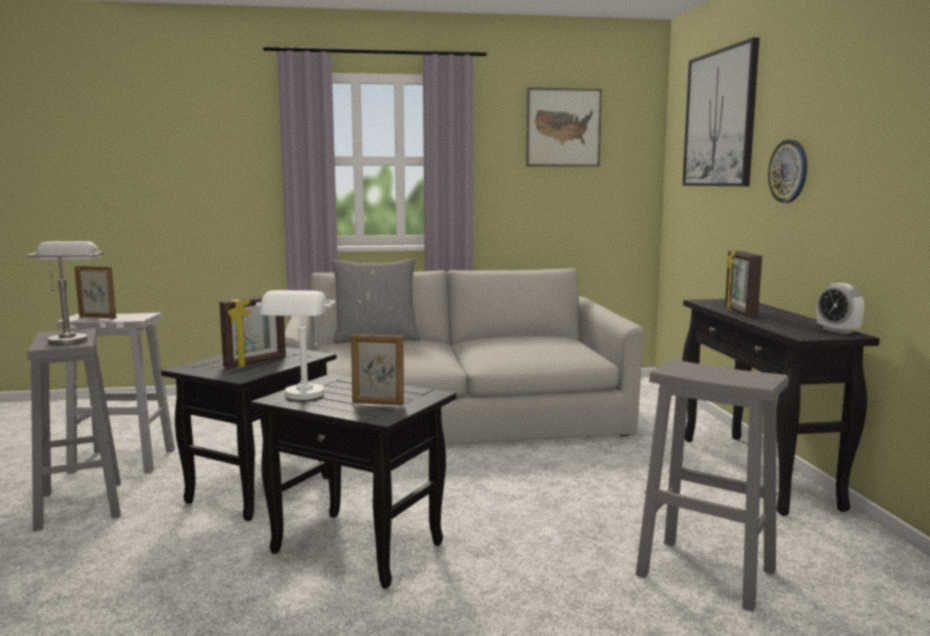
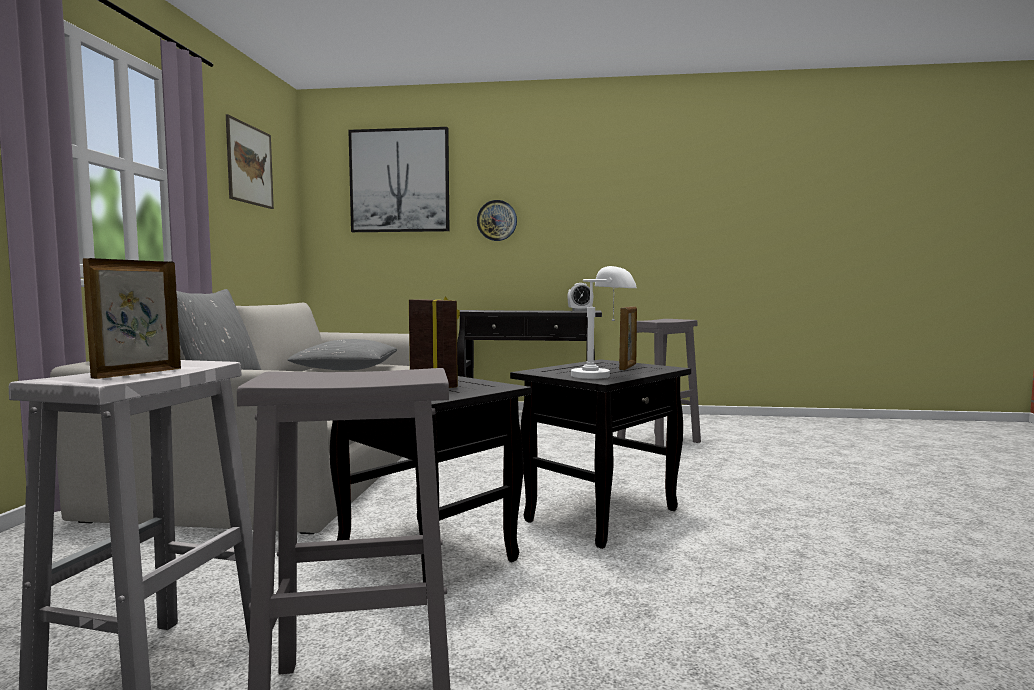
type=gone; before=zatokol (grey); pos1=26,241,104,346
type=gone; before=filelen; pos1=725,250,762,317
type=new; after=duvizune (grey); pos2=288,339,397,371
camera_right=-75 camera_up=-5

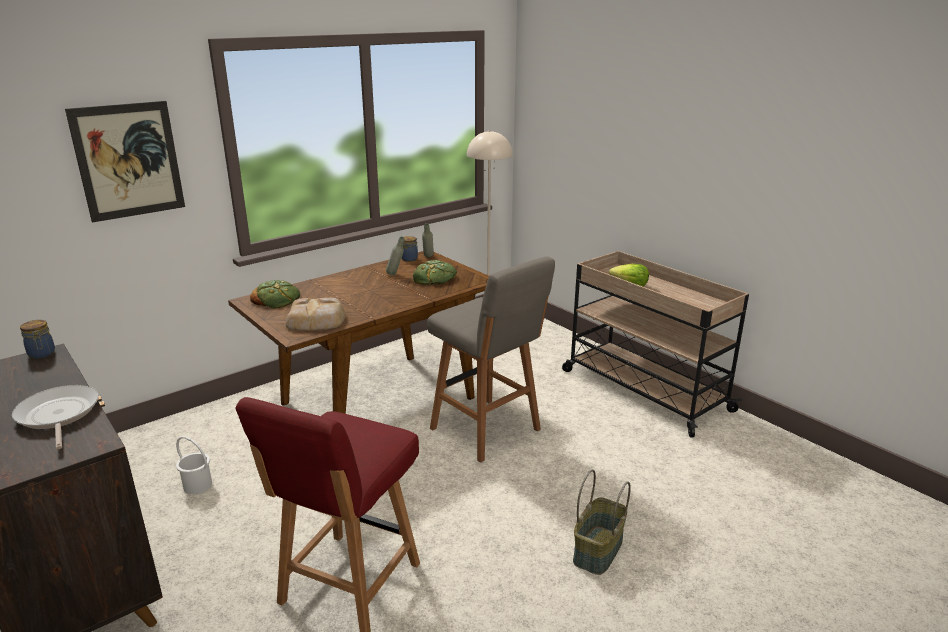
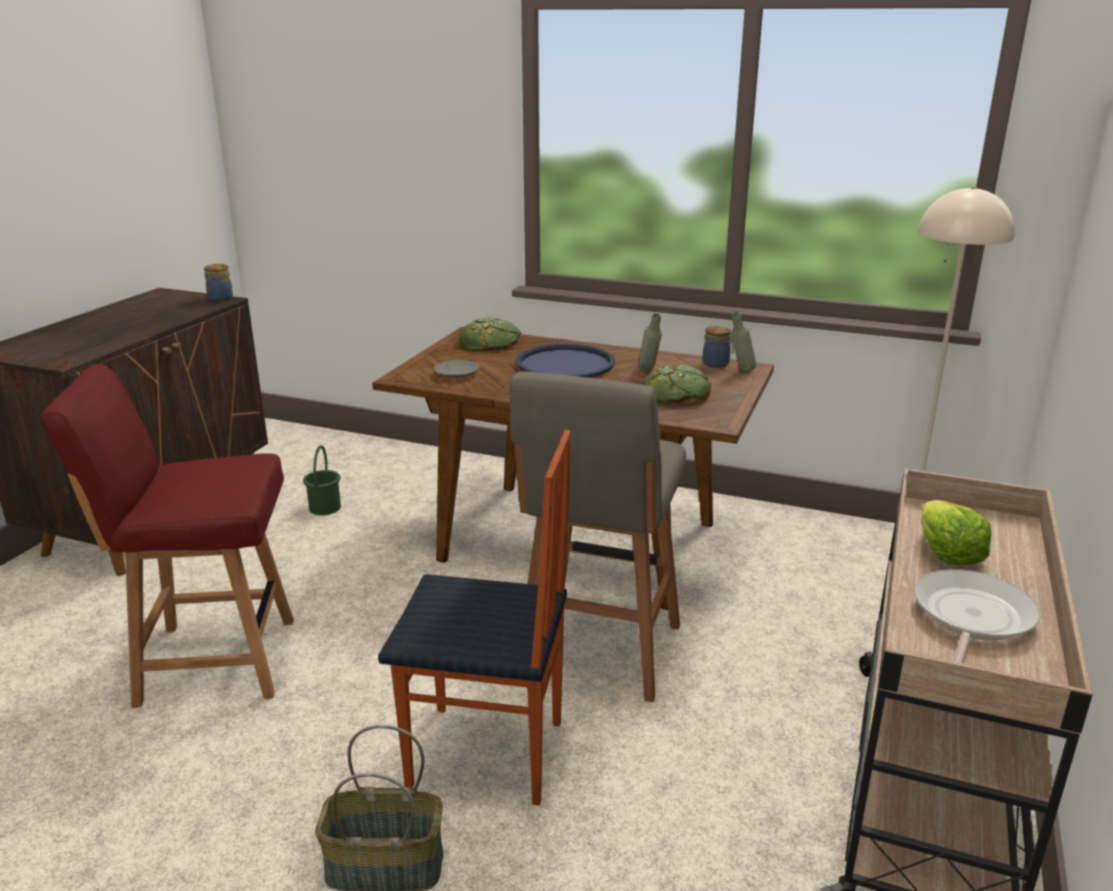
type=shifted; before=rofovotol; pos1=12,385,99,449; pos2=914,569,1040,663
type=gone; before=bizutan; pos1=65,101,185,222
type=repainted; before=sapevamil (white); after=sapevamil (green); pos1=176,436,212,494; pos2=303,445,341,515
type=swapped; before=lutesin; after=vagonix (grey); pos1=286,298,346,331; pos2=434,360,480,378
type=new; after=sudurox; pos2=378,430,571,806
type=new; after=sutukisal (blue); pos2=515,343,615,378
camera_right=60 camera_up=0

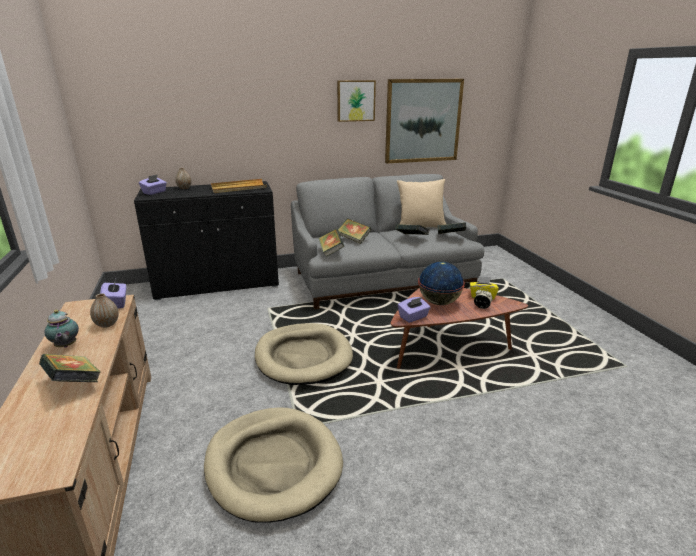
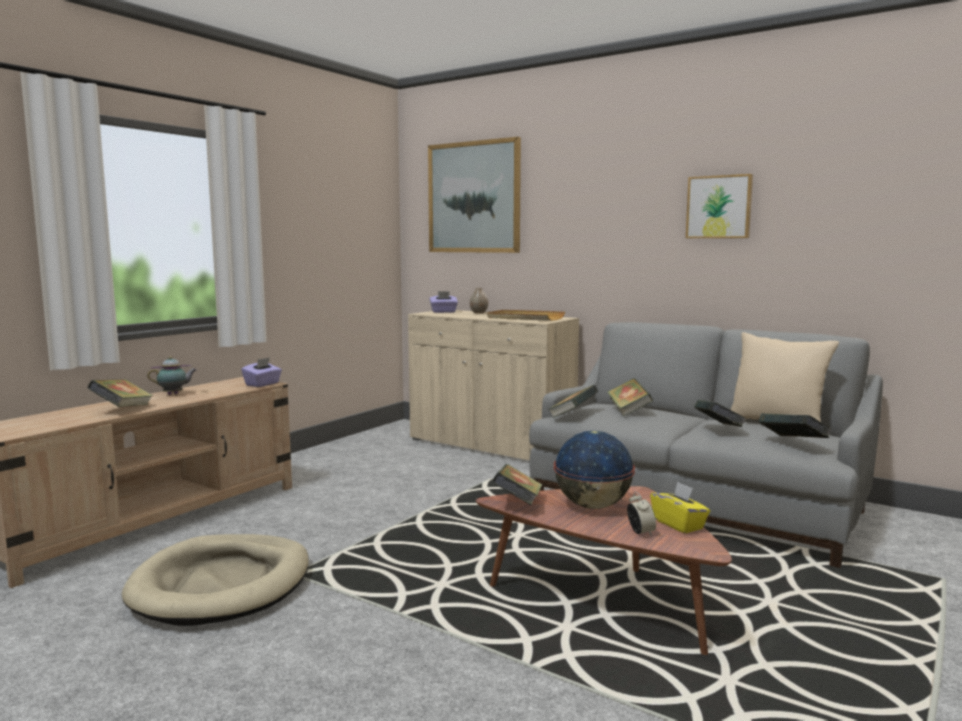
type=rotated; before=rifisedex; pos1=45,310,79,348; pos2=147,356,196,395; turn=-135
type=gone; before=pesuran; pos1=90,293,119,328
type=repainted; before=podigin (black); after=podigin (beige); pos1=134,181,279,301; pos2=408,310,579,460
type=gone; before=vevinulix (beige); pos1=255,323,353,385
type=shifted; before=bizutan; pos1=385,79,464,164; pos2=428,137,521,253
type=swapped; before=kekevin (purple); after=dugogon; pos1=398,297,431,323; pos2=492,464,542,505
camera_right=50 camera_up=-15

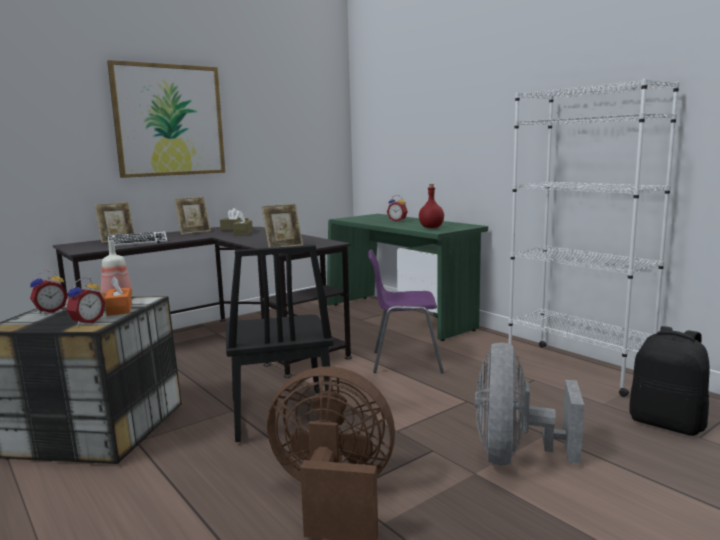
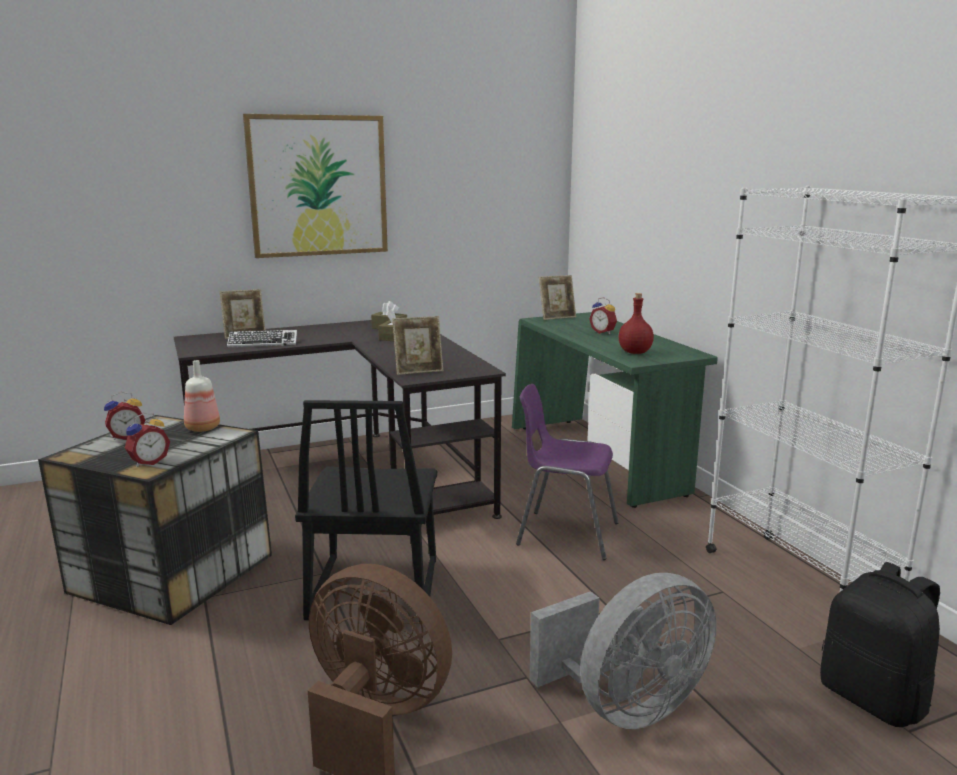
type=gone; before=kekevin (orange); pos1=105,277,132,316
type=shifted; before=filelen; pos1=174,197,211,235; pos2=539,275,576,320
type=rotated; before=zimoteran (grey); pos1=475,342,584,465; pos2=530,573,717,729; turn=-150
camera_right=15 camera_up=5

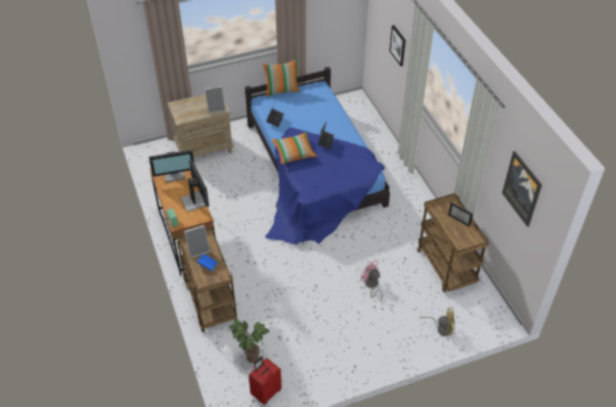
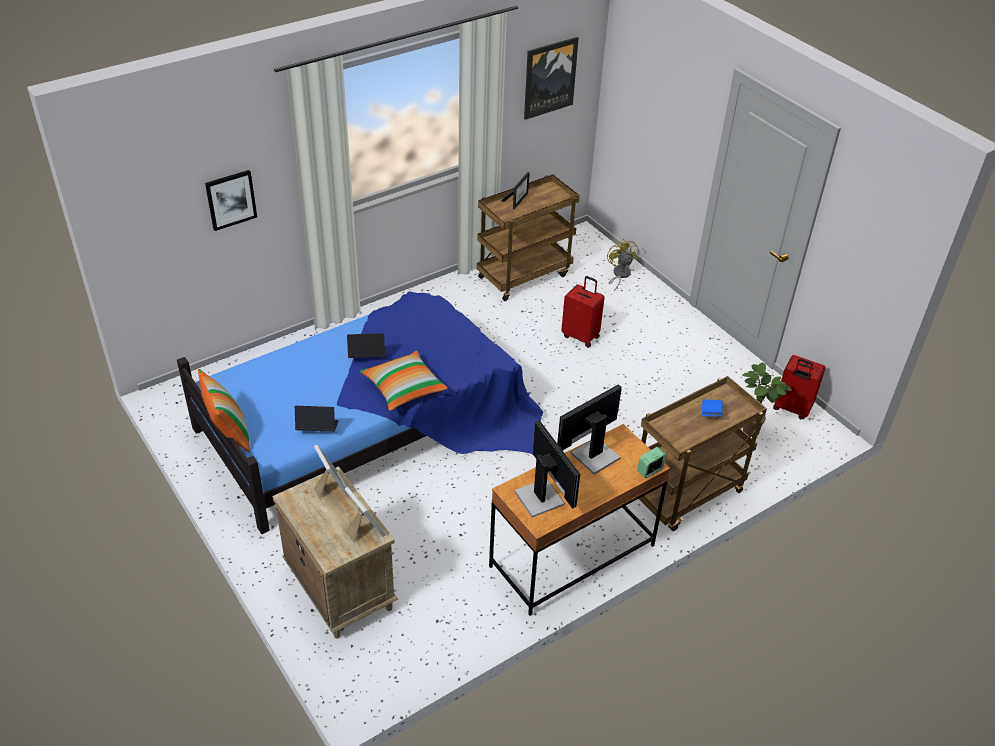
type=shifted; before=filelen; pos1=184,225,210,258; pos2=345,487,385,543
type=swapped; before=zimoteran (pink); after=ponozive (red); pos1=361,259,383,302; pos2=561,276,605,348
camera_right=-105 camera_up=-5

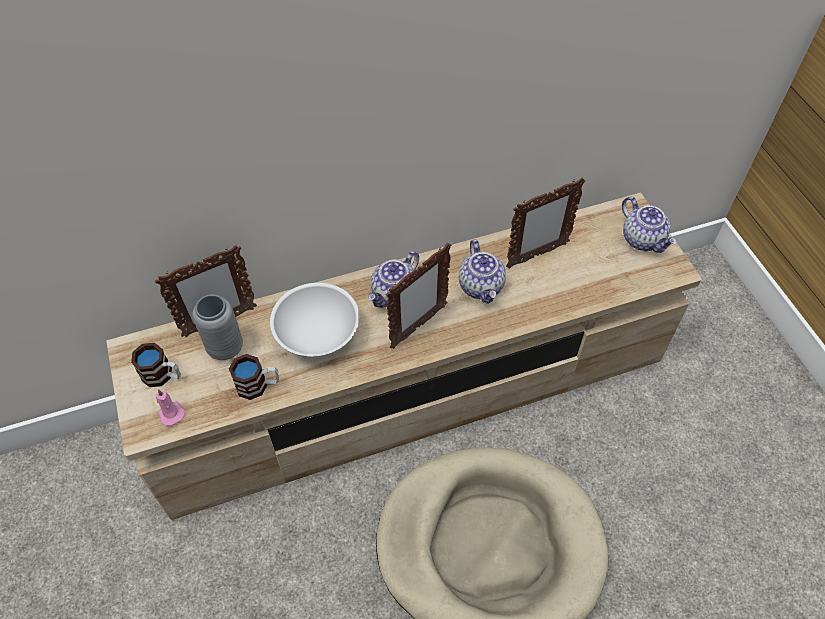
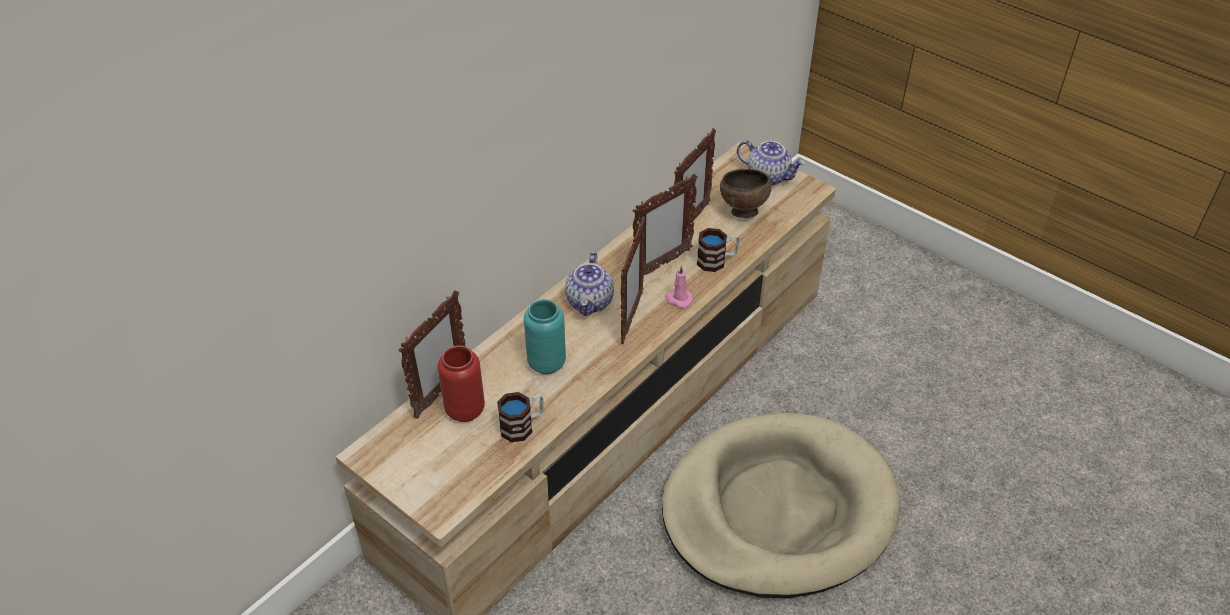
type=shifted; before=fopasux; pos1=131,343,181,387; pos2=697,228,740,272
type=shifted; before=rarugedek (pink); pos1=156,389,185,426; pos2=665,265,693,308
type=repainted; before=pesuran (grey); after=pesuran (red); pos1=192,294,243,360; pos2=437,346,485,422
type=swapped; before=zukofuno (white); after=pesuran (turquoise); pos1=270,283,359,359; pos2=524,299,566,374
type=swapped; before=rifisedex; after=filelen; pos1=459,239,506,304; pos2=633,174,698,275
type=new; after=zukofuno (brown); pos2=720,169,772,218
camera_right=-30 camera_up=-10

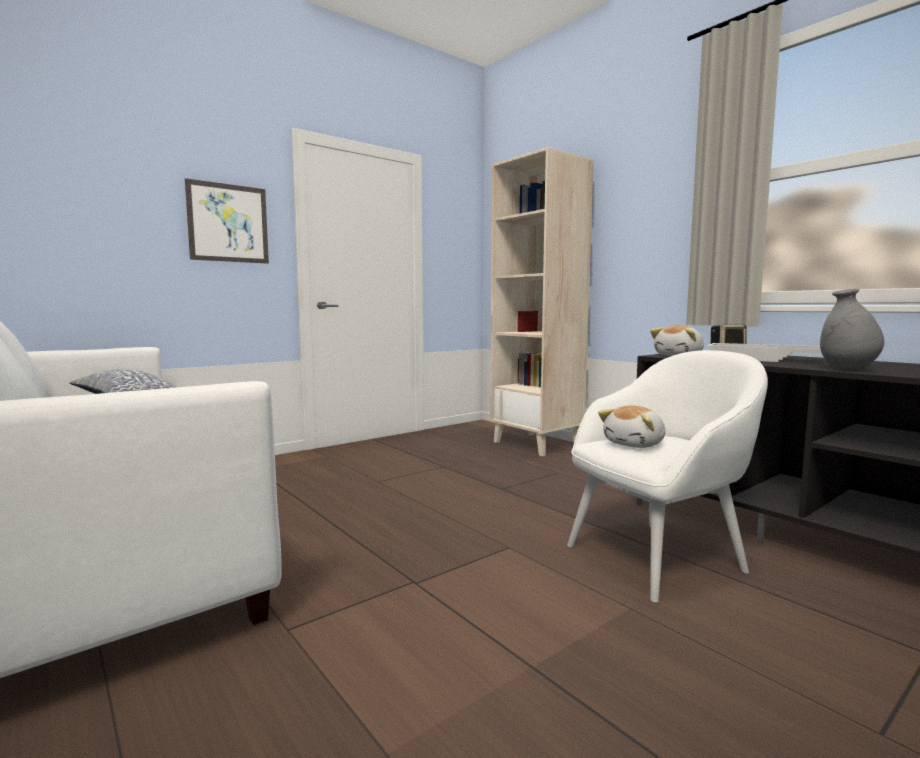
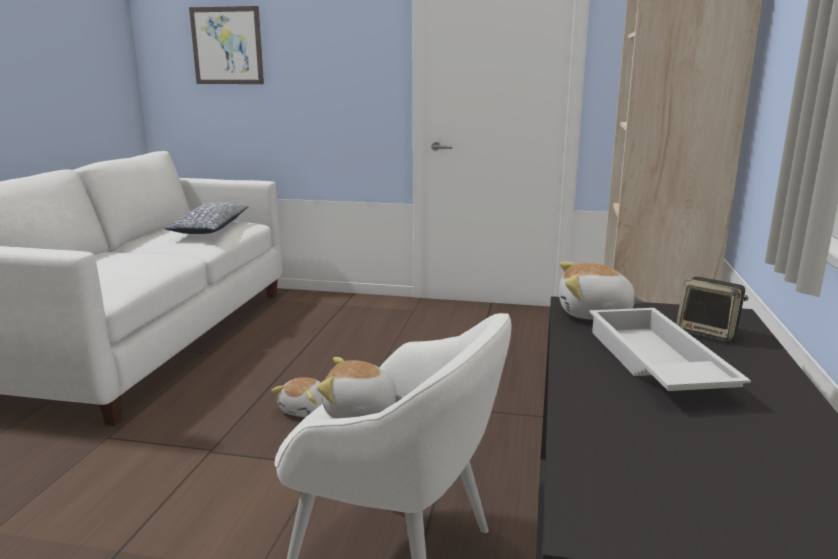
type=shifted; before=bizutan; pos1=185,178,269,264; pos2=189,6,264,84
type=gone; before=pesuran (grey); pos1=820,289,884,370
type=new; after=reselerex; pos2=271,377,323,417
camera_right=50 camera_up=10

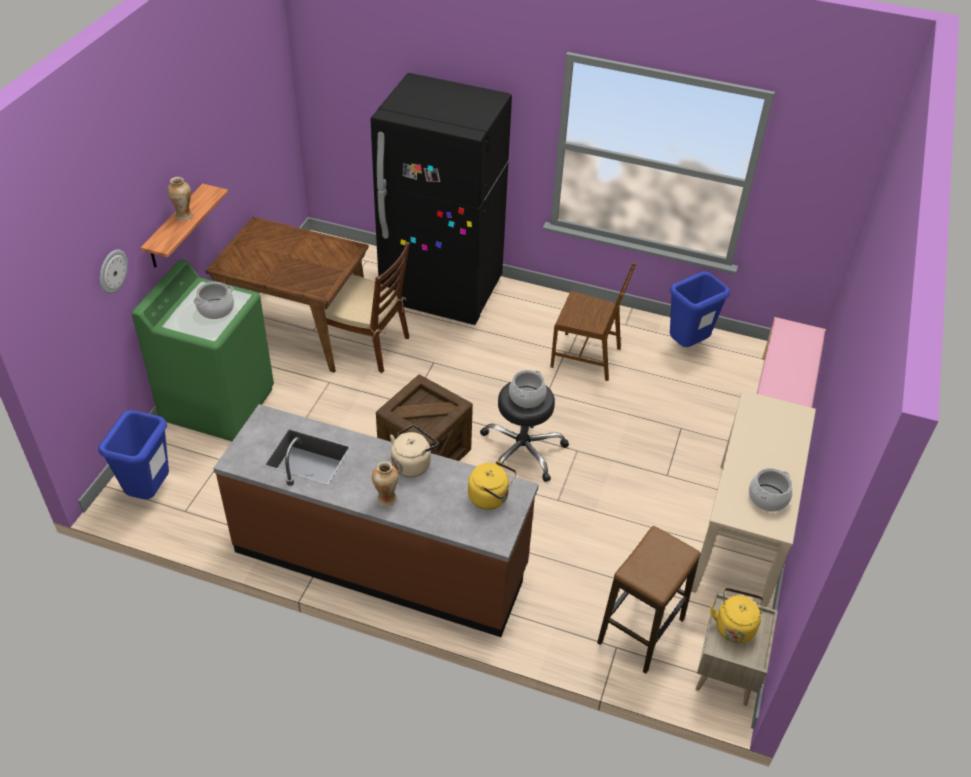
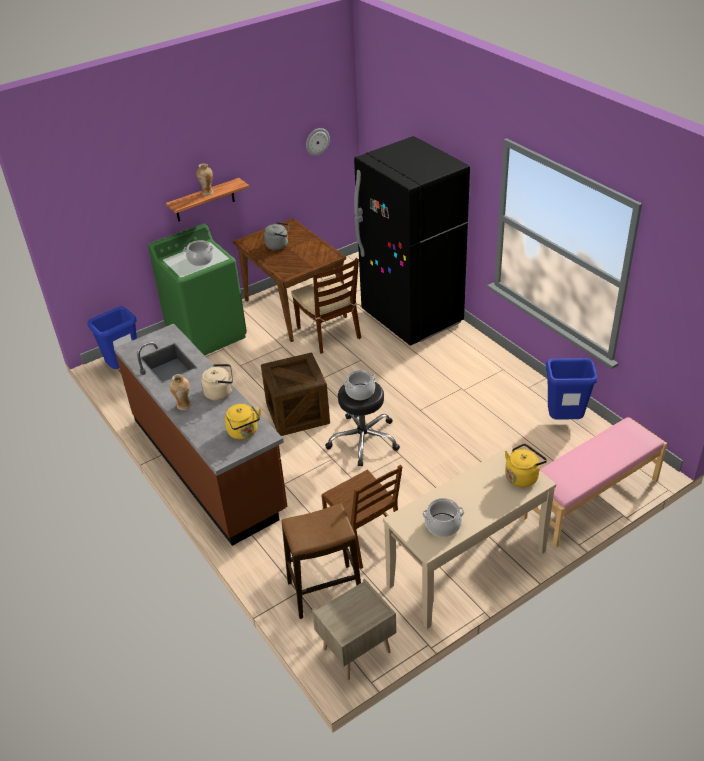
type=shifted; before=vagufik; pos1=100,250,128,294; pos2=306,128,330,156
type=shifted; before=sudurox (brown); pos1=550,262,636,381; pos2=321,465,402,569
type=shifted; before=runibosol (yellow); pos1=710,588,764,643; pos2=505,444,547,487
type=new; after=runibosol (grey); pos2=264,222,290,250
camera_right=40 camera_up=-5

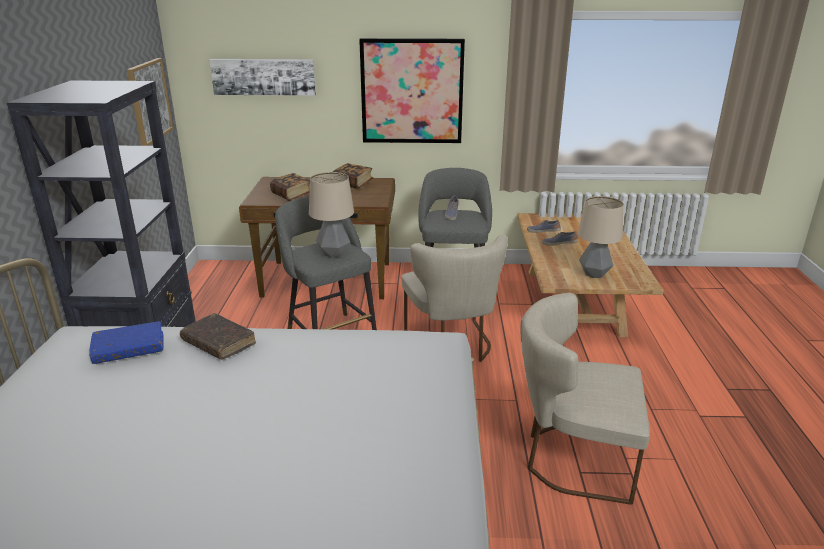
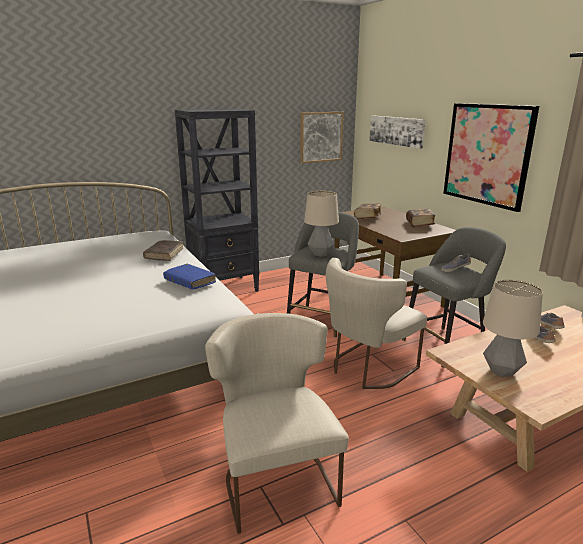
type=shifted; before=dugogon (blue); pos1=89,321,164,364; pos2=163,264,216,289
camera_right=60 camera_up=-5

